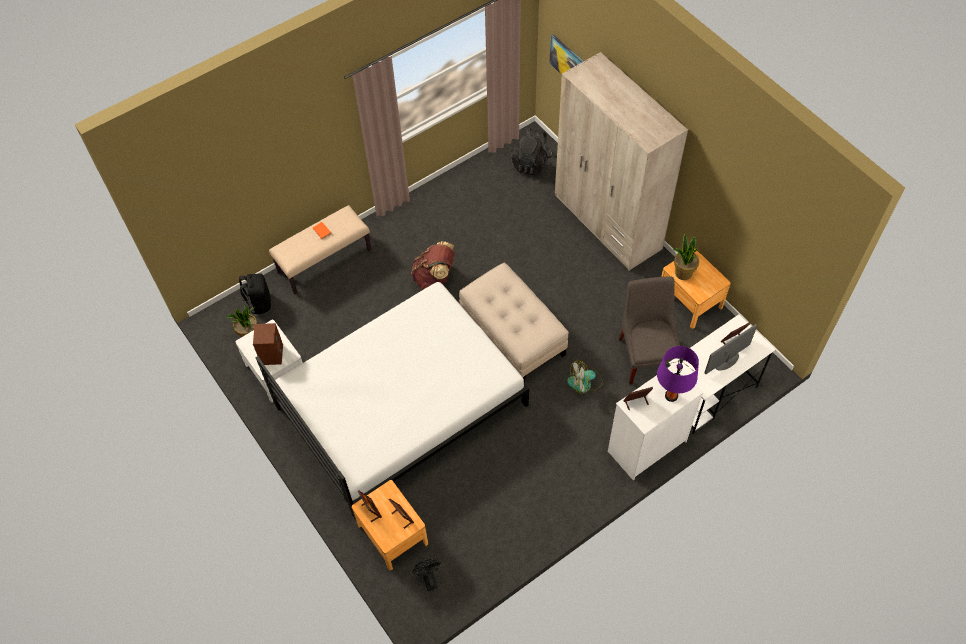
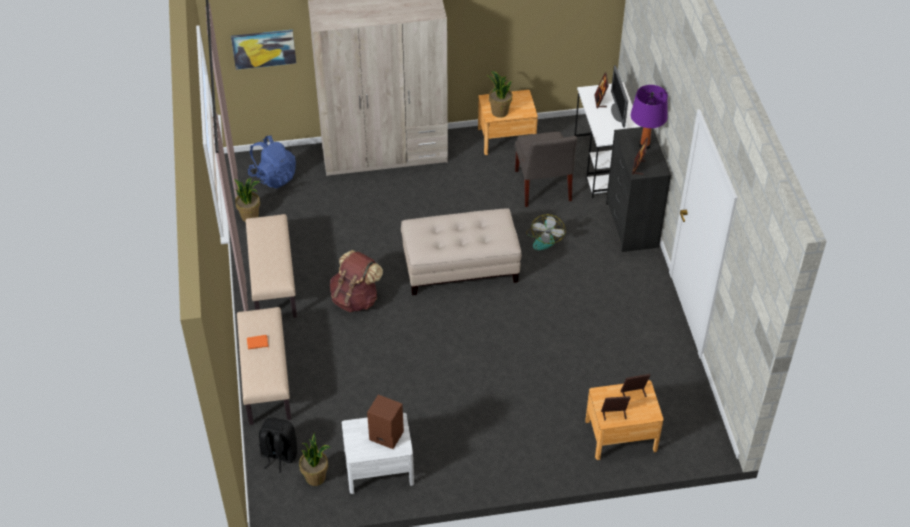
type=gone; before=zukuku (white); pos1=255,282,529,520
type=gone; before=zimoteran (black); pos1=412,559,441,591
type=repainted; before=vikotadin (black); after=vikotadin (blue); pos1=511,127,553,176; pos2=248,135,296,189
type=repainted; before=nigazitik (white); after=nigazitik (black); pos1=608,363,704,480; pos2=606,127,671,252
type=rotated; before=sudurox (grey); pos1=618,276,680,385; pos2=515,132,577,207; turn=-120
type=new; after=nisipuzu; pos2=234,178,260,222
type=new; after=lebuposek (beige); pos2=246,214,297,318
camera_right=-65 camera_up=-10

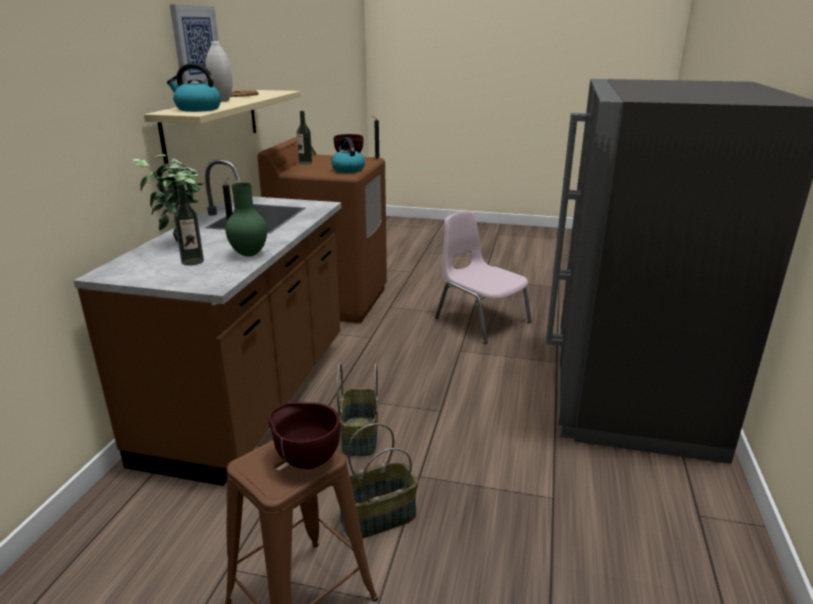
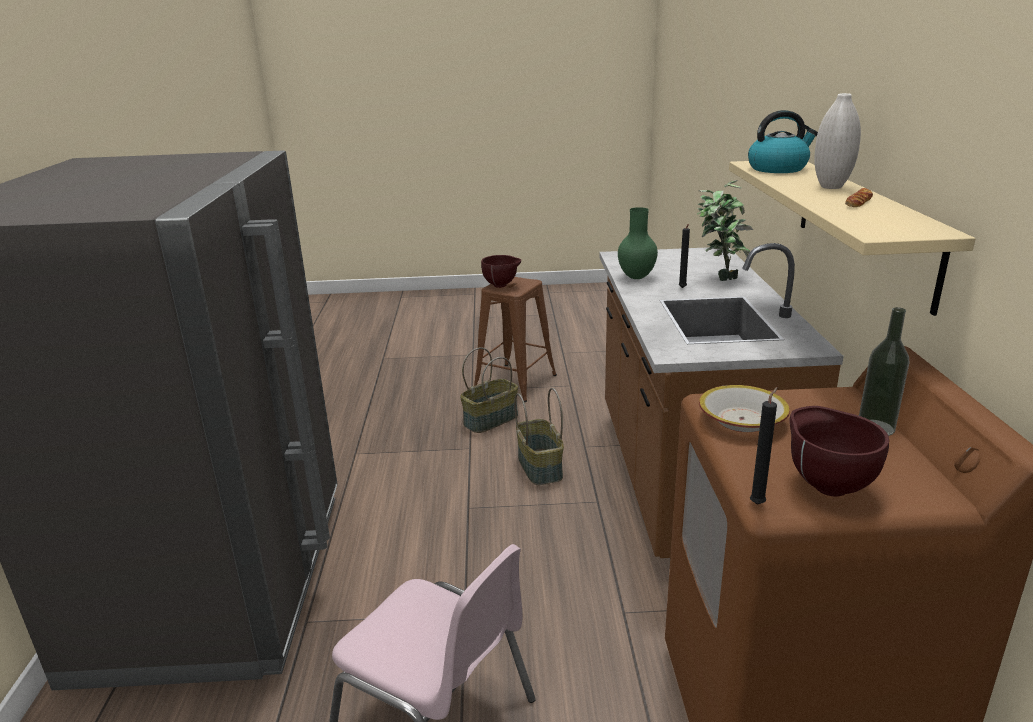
type=gone; before=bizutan; pos1=170,5,219,84
type=gone; before=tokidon; pos1=174,183,204,266
type=swapped; before=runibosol; after=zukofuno; pos1=331,137,365,173; pos2=699,385,790,432
camera_right=165 camera_up=0

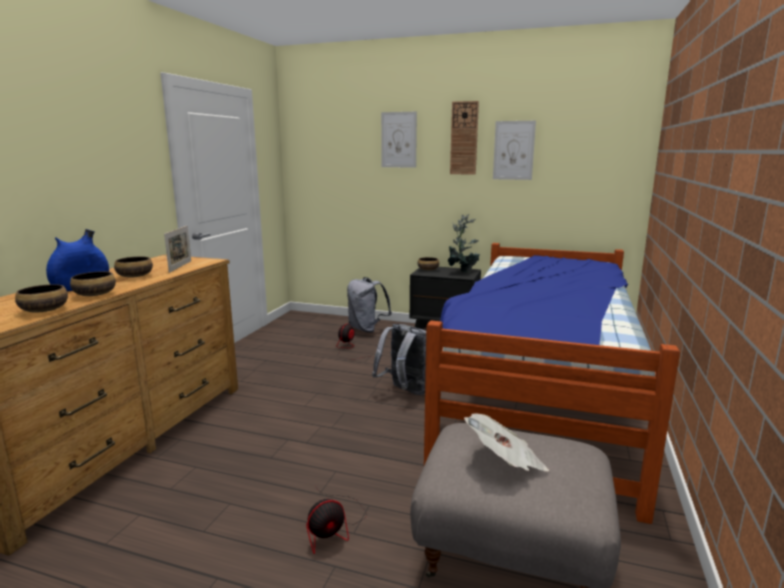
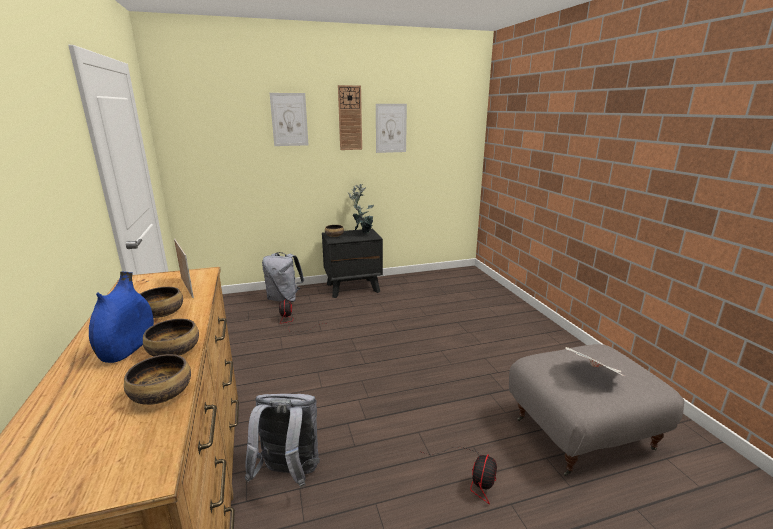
type=shifted; before=vikotadin (grey); pos1=372,324,426,395; pos2=245,394,320,488
type=gone; before=zukuku; pos1=424,243,680,524
camera_right=-35 camera_up=5

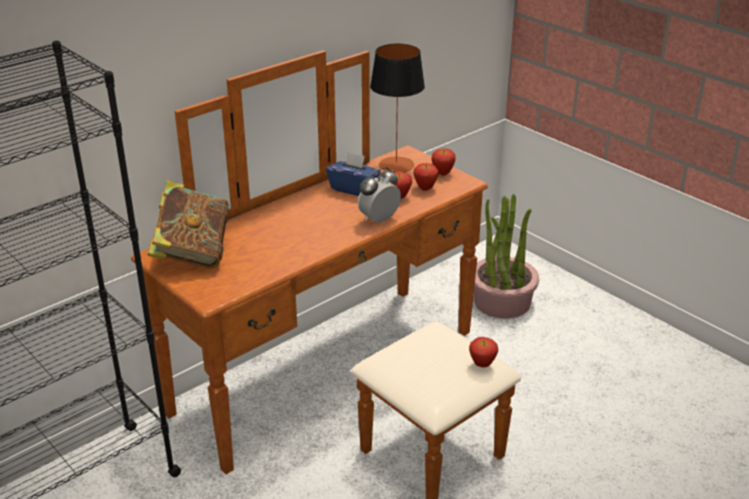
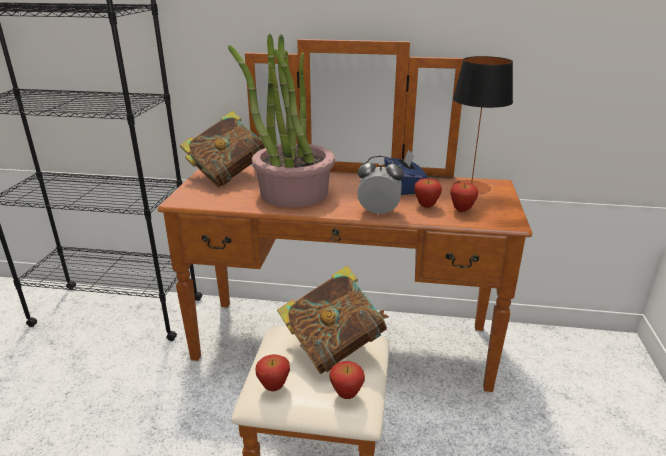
type=shifted; before=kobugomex; pos1=432,148,456,176; pos2=256,354,290,391
type=shifted; before=nisipuzu; pos1=474,194,539,319; pos2=228,34,335,207
type=new; after=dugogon; pos2=277,266,389,374
camera_right=50 camera_up=-5

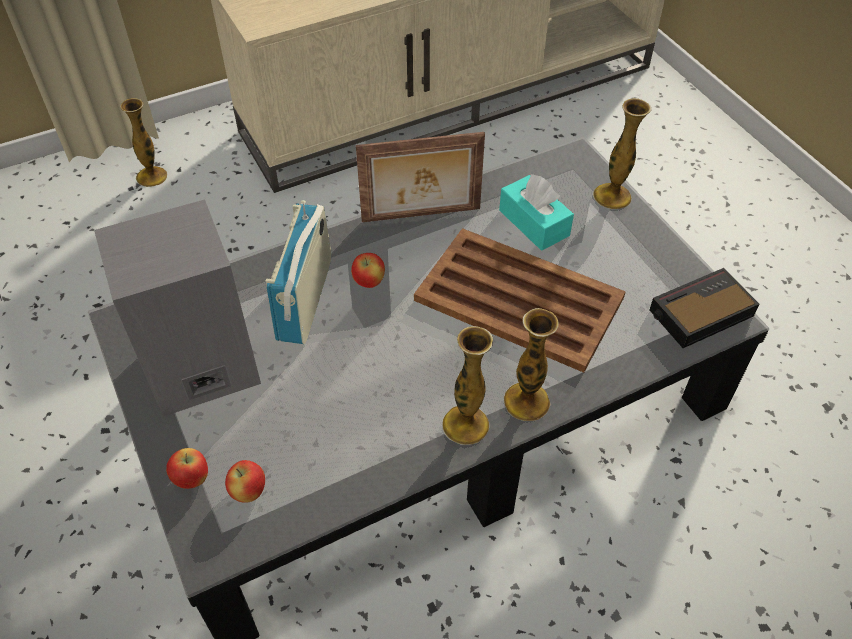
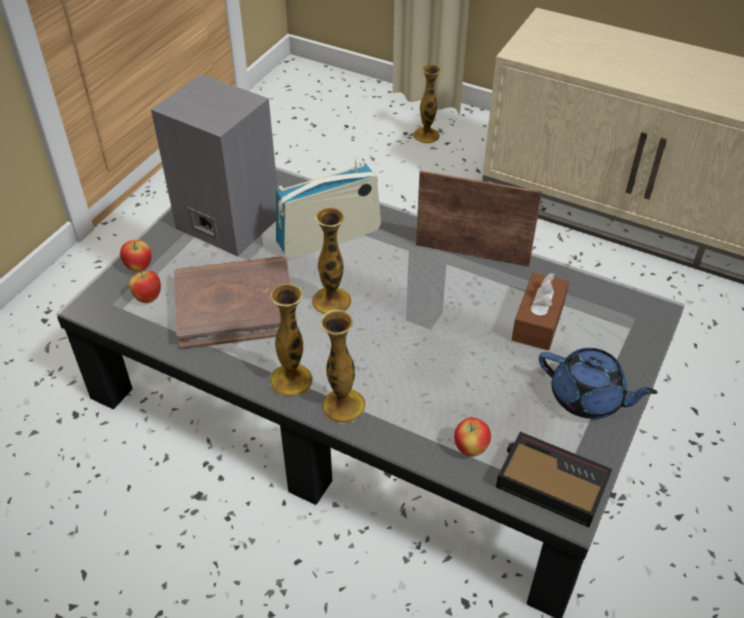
type=shifted; before=kobugomex; pos1=351,253,385,288; pos2=454,417,491,457
type=rotated; before=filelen; pos1=356,132,485,222; pos2=416,170,542,266; turn=150
type=gone; before=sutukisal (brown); pos1=414,228,626,373
type=repainted; before=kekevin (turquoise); after=kekevin (brown); pos1=499,174,574,251; pos2=512,272,569,350
type=shifted; before=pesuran; pos1=593,98,651,209; pos2=312,208,352,314
type=new; after=dugogon (brown); pos2=174,256,297,349
type=new; after=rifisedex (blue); pos2=539,348,658,419
camera_right=55 camera_up=-5

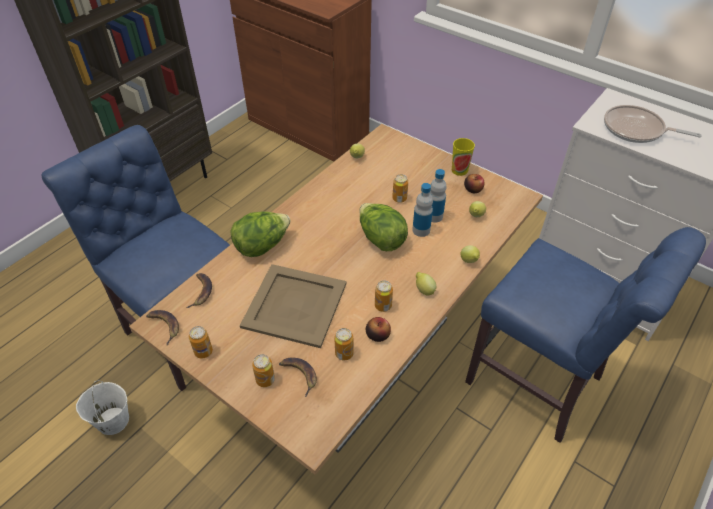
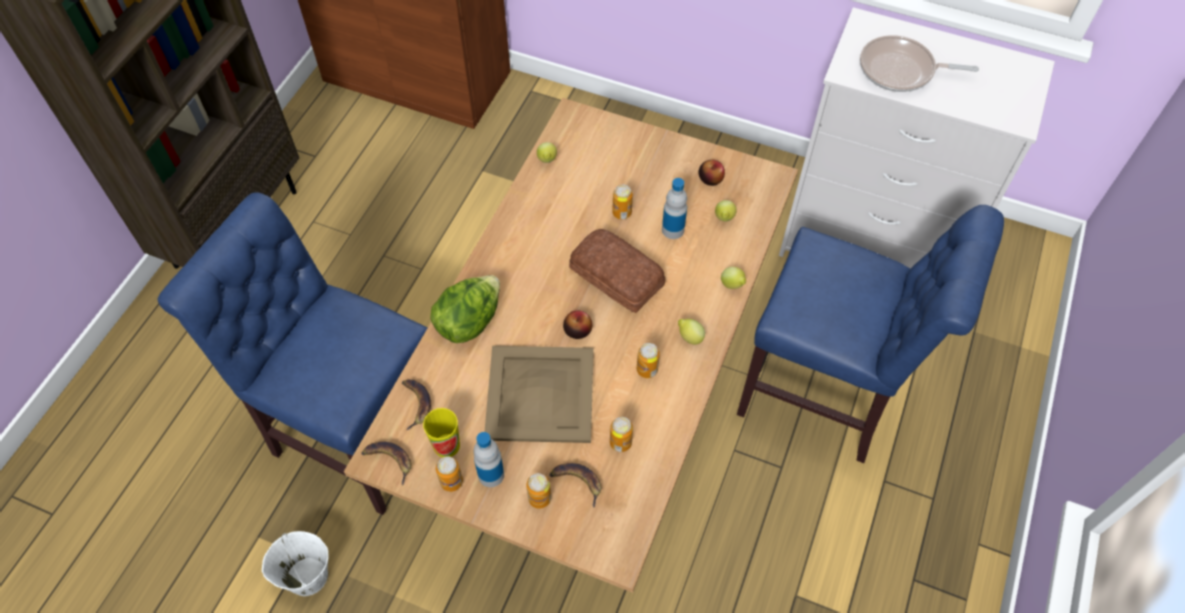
type=swapped; before=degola; after=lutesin; pos1=359,203,408,251; pos2=569,229,665,313
type=shifted; before=kobugomex; pos1=366,317,391,342; pos2=563,311,592,339
type=shifted; before=tokidon; pos1=412,183,433,237; pos2=474,432,504,487
type=shifted; before=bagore; pos1=452,138,475,176; pos2=423,408,460,457
camera_right=-15 camera_up=10

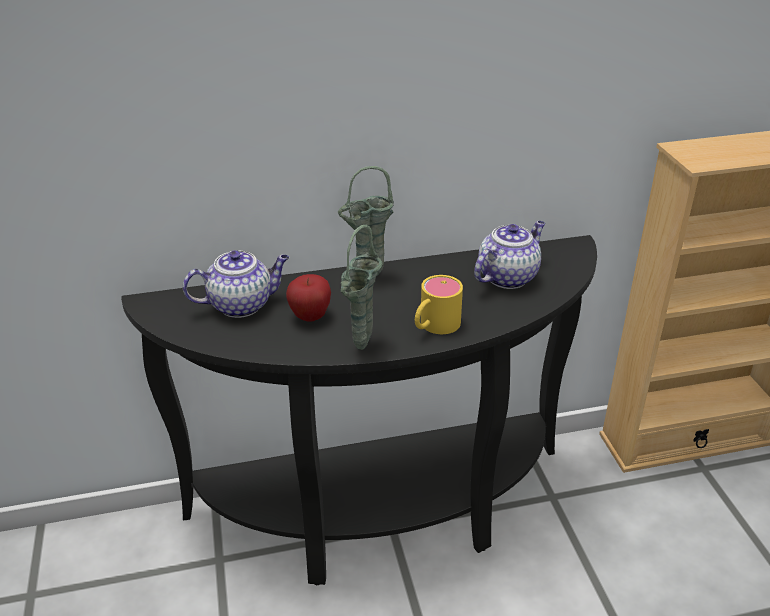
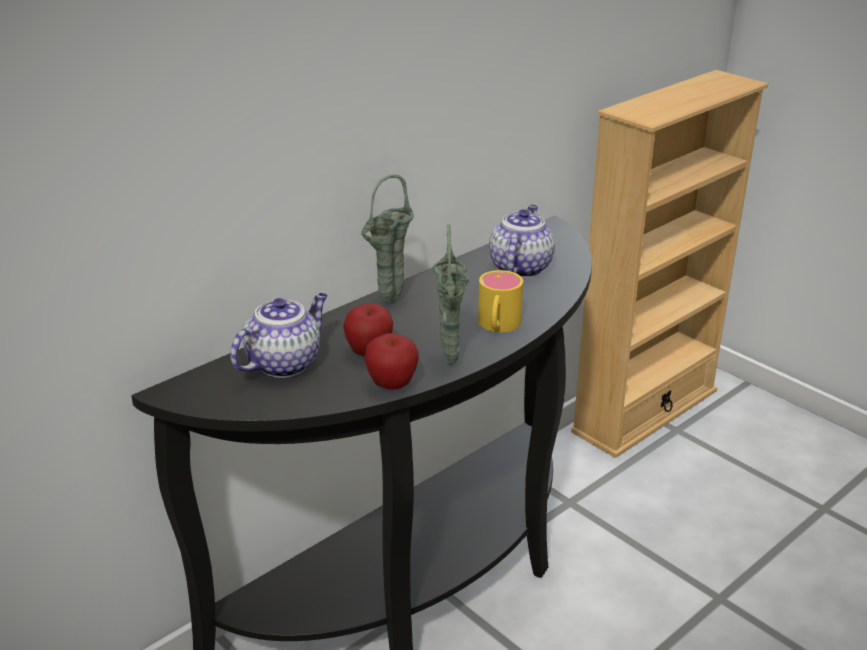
type=new; after=kobugomex; pos2=364,333,419,390
camera_right=-30 camera_up=-5

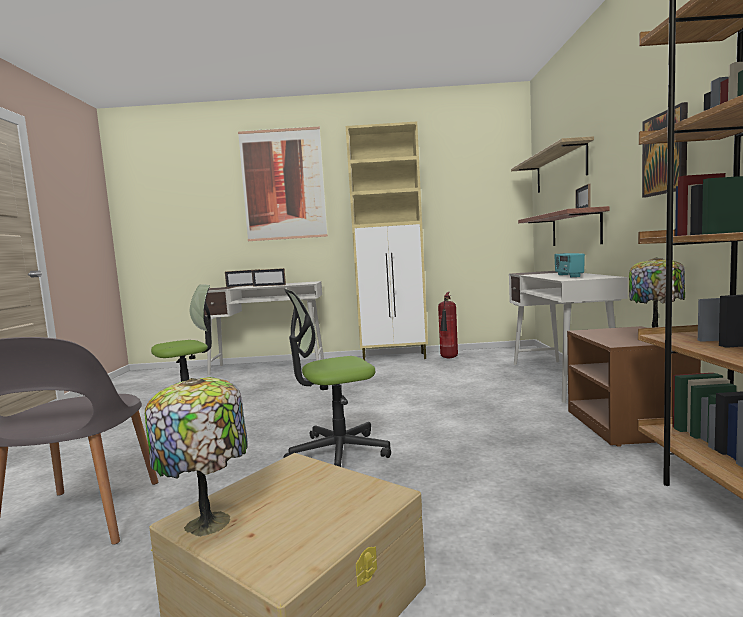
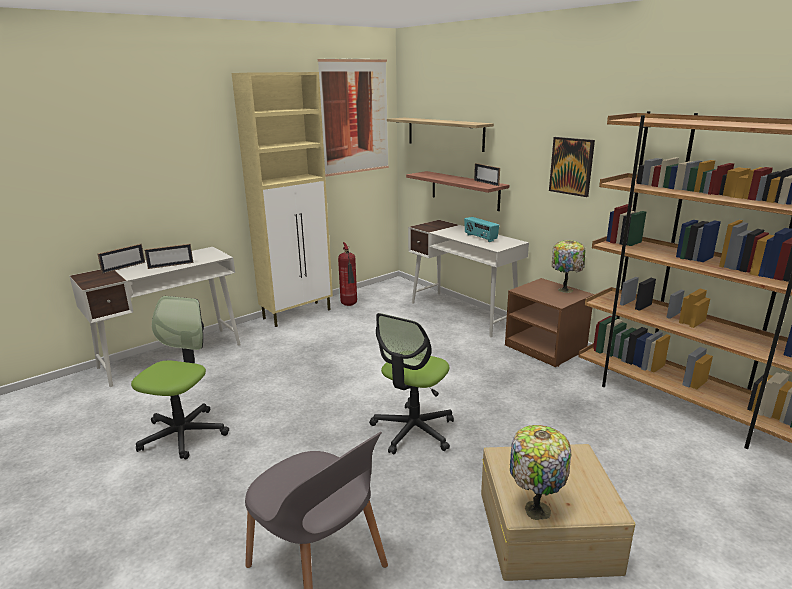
type=shifted; before=bizutan; pos1=238,126,328,241; pos2=318,58,389,177
camera_right=-40 camera_up=15

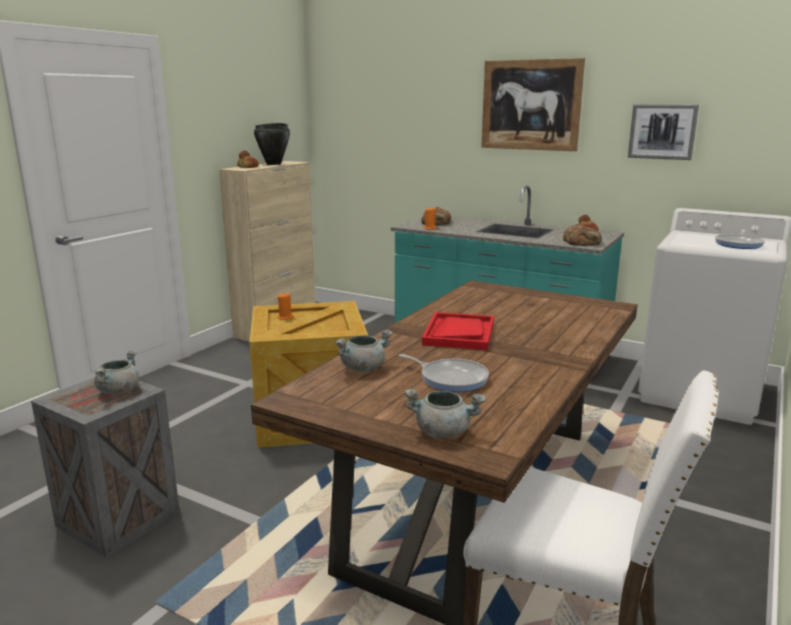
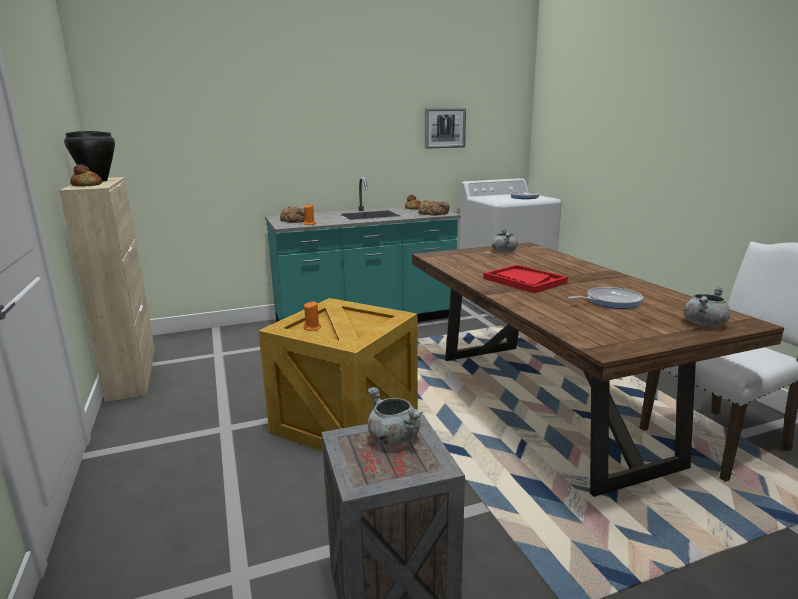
type=shifted; before=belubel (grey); pos1=335,330,393,372; pos2=492,228,518,252
type=gone; before=bizutan; pos1=481,58,585,151
camera_right=-50 camera_up=0

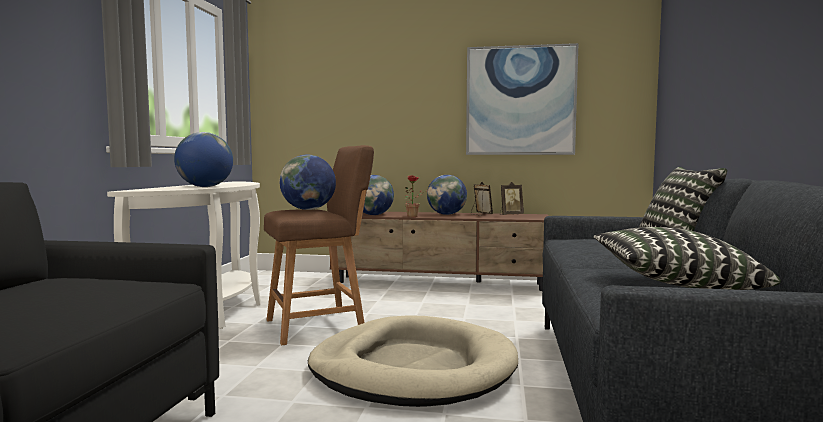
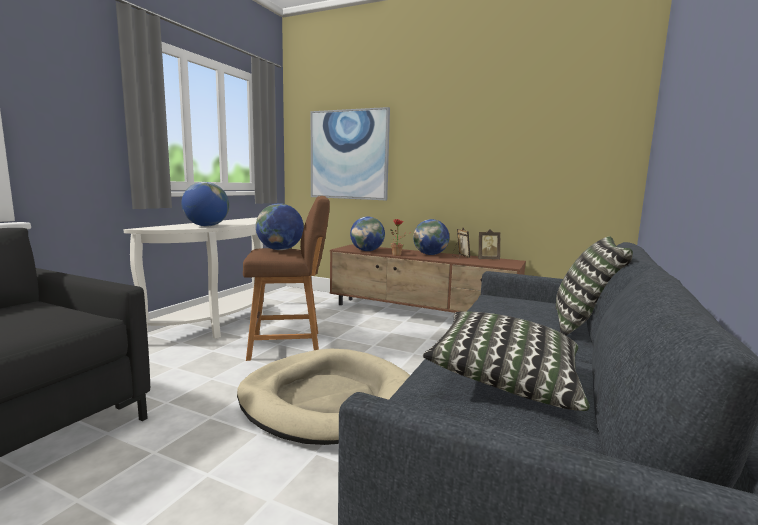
type=shifted; before=bizutan; pos1=466,43,579,155; pos2=311,107,390,200
camera_right=15 camera_up=5

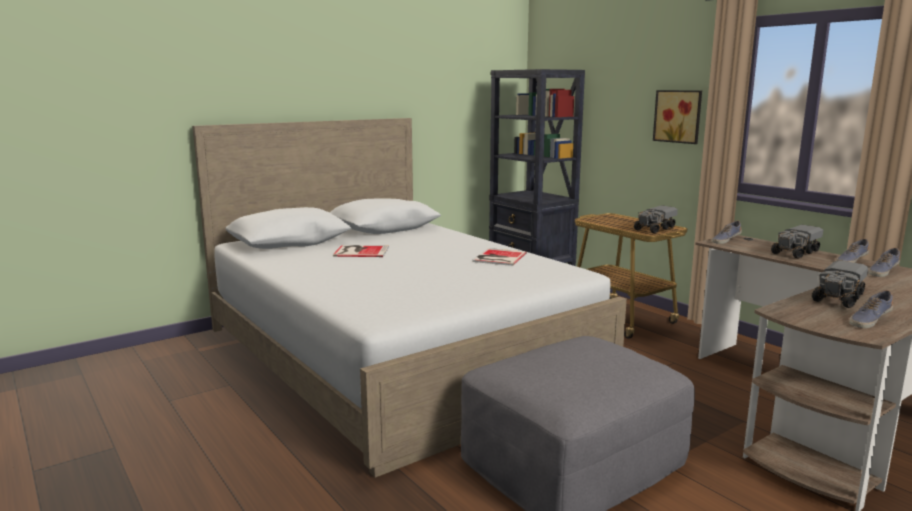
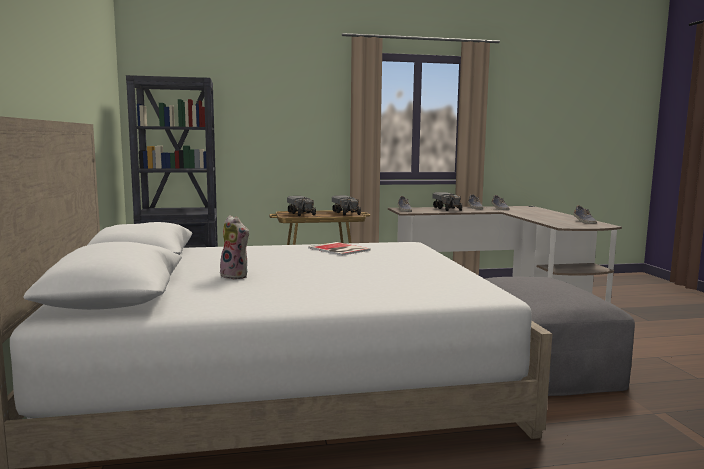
type=swapped; before=dugogon; after=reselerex; pos1=333,245,389,257; pos2=220,215,249,279
type=gone; before=bizutan; pos1=653,90,702,144
type=shifted; before=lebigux; pos1=812,260,868,308; pos2=287,196,316,216
camera_right=-65 camera_up=-5

